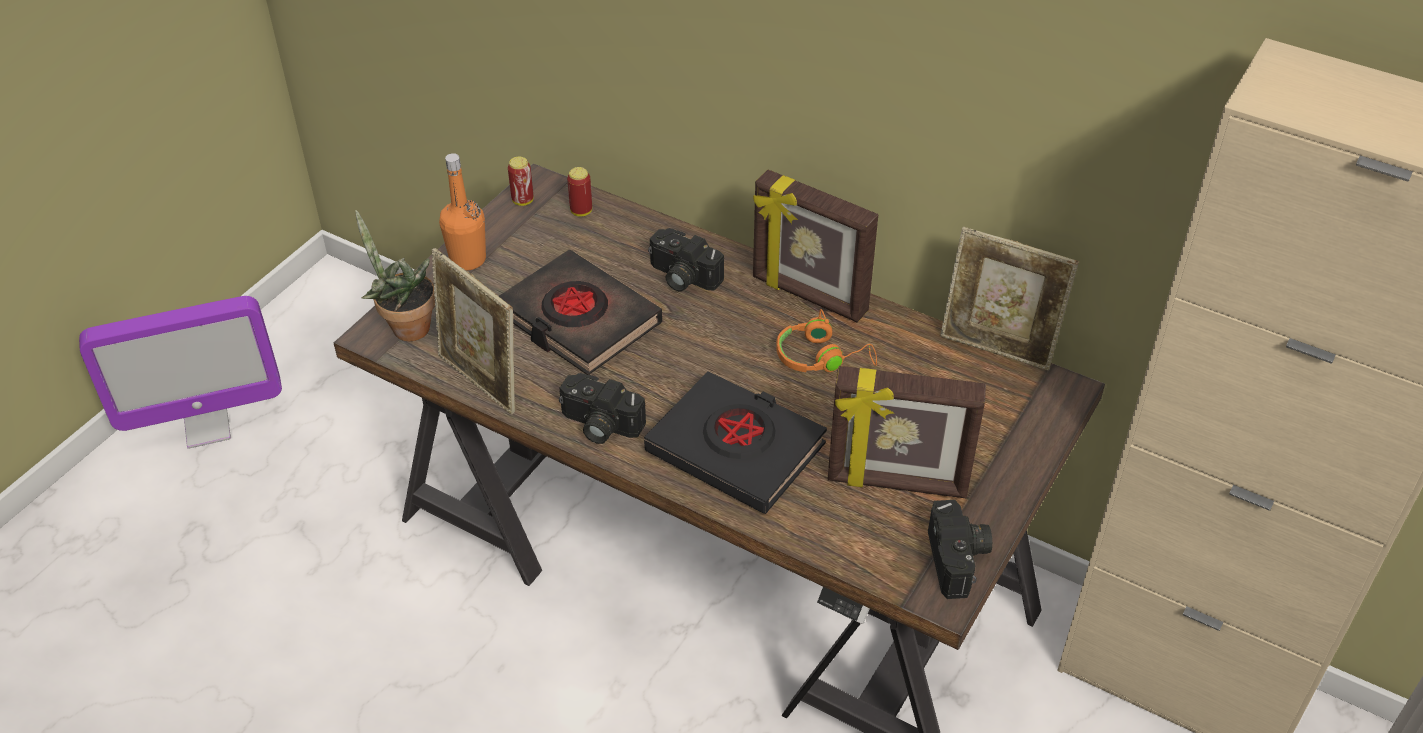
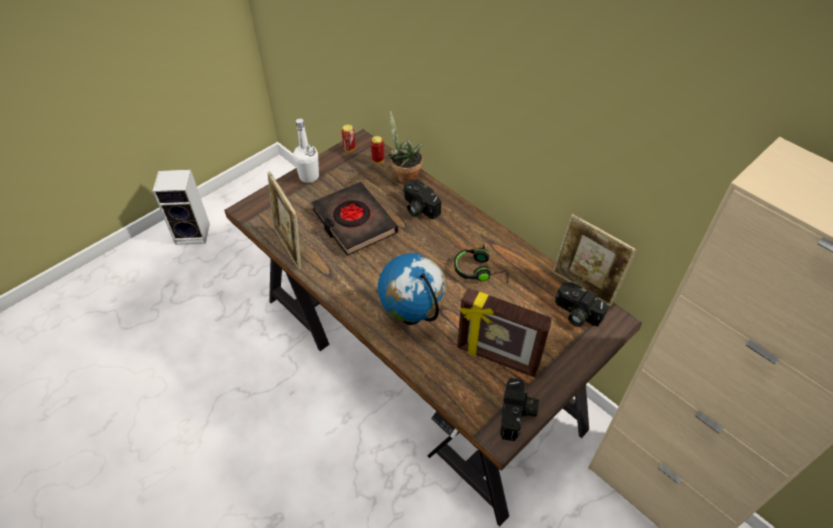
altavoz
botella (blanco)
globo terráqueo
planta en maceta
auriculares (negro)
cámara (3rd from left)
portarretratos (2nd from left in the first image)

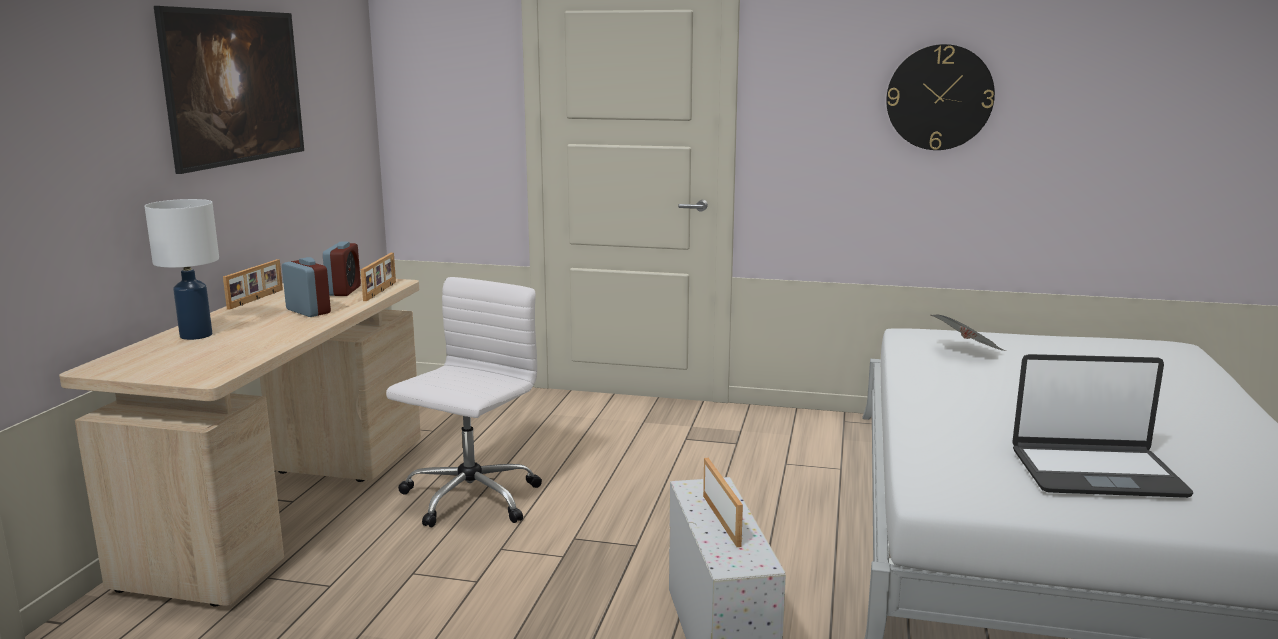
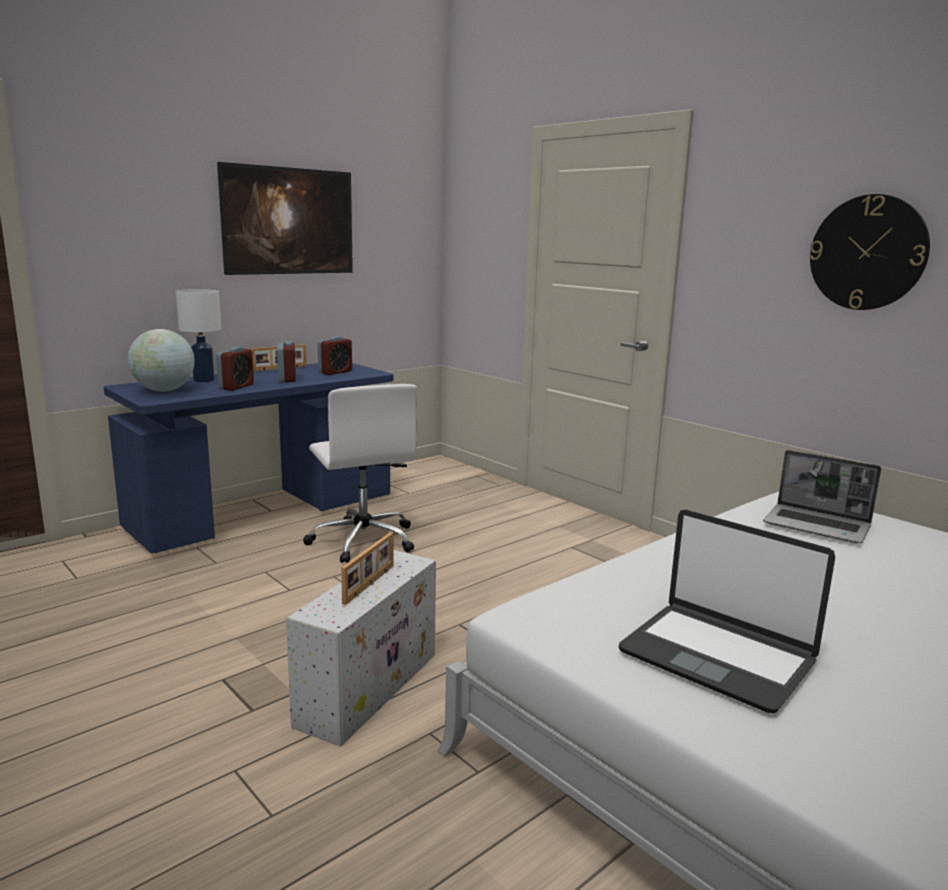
escritorio (azul)
globo terráqueo
despertador (1st from left)
silla de oficina (blanco)
portátil (2nd from left)
portarretratos (2nd from left in the first image)

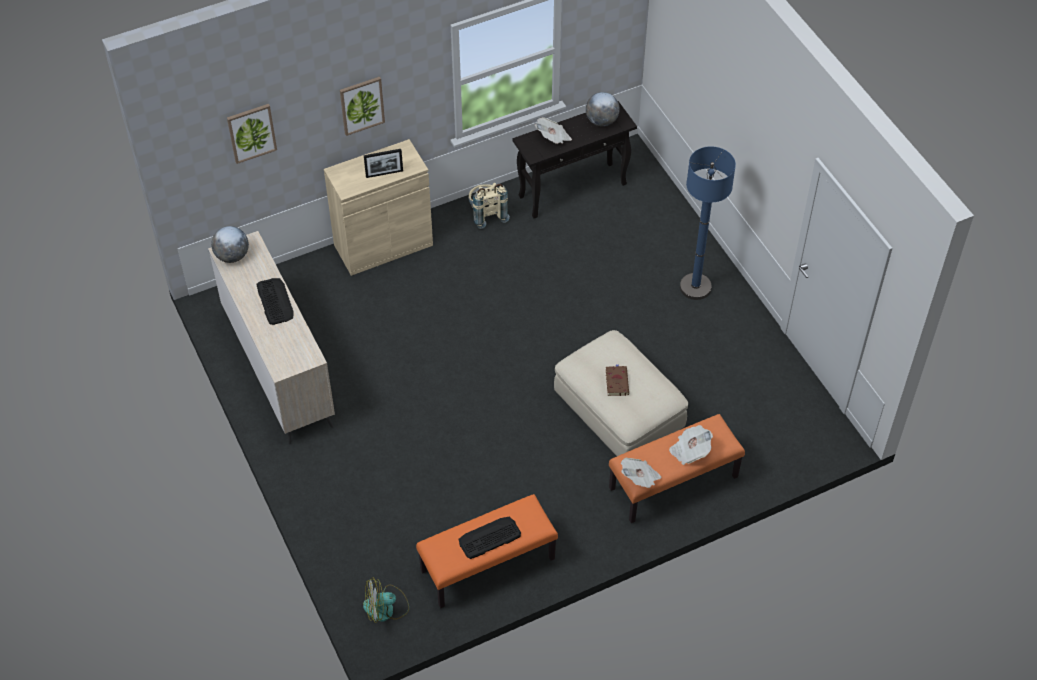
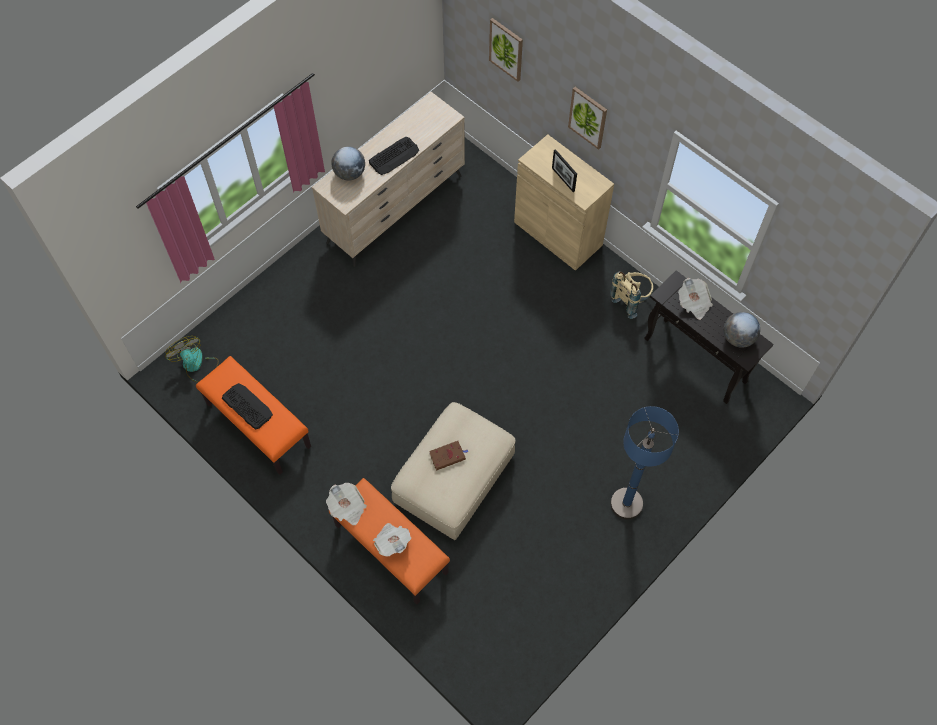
globo terráqueo (1st from left)

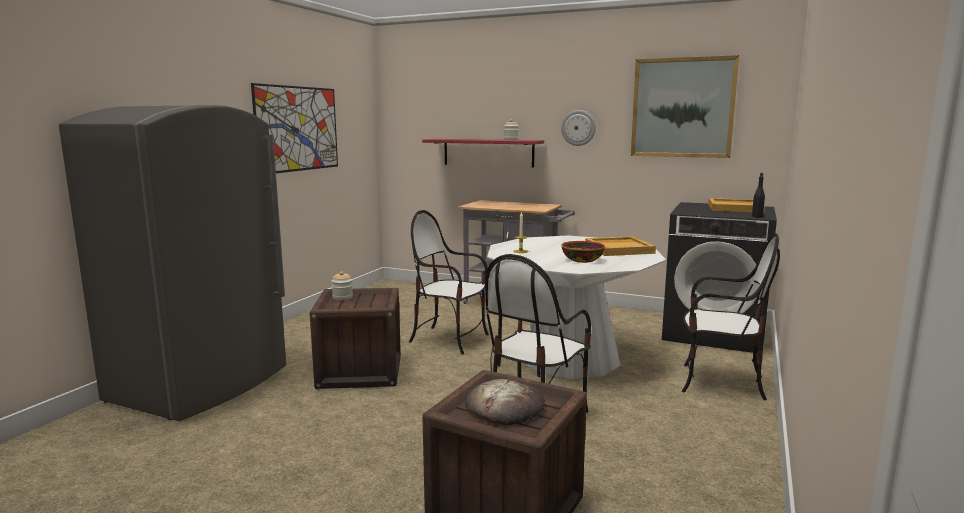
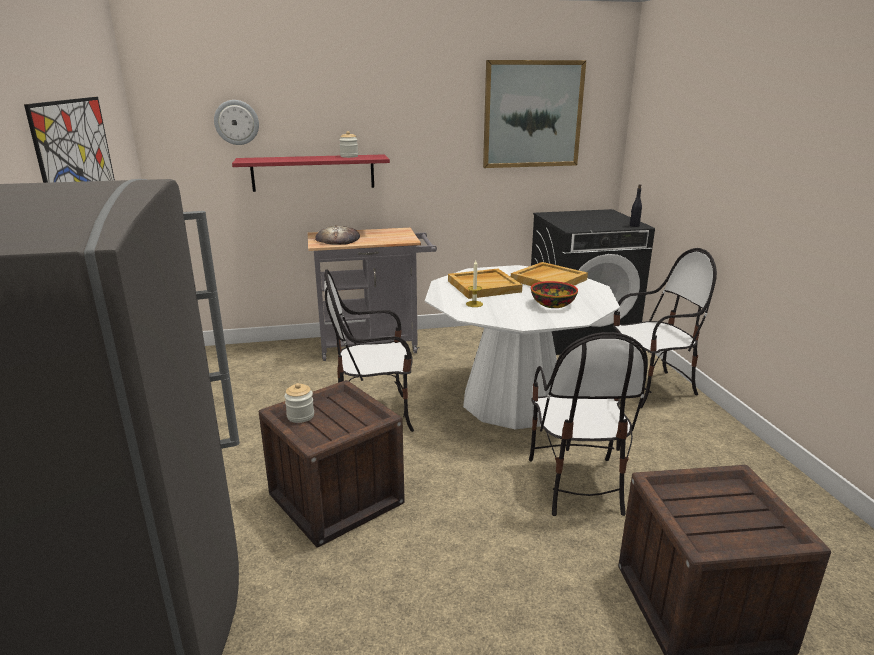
reloj de pared
pan
bandeja (beis) (1st from left)

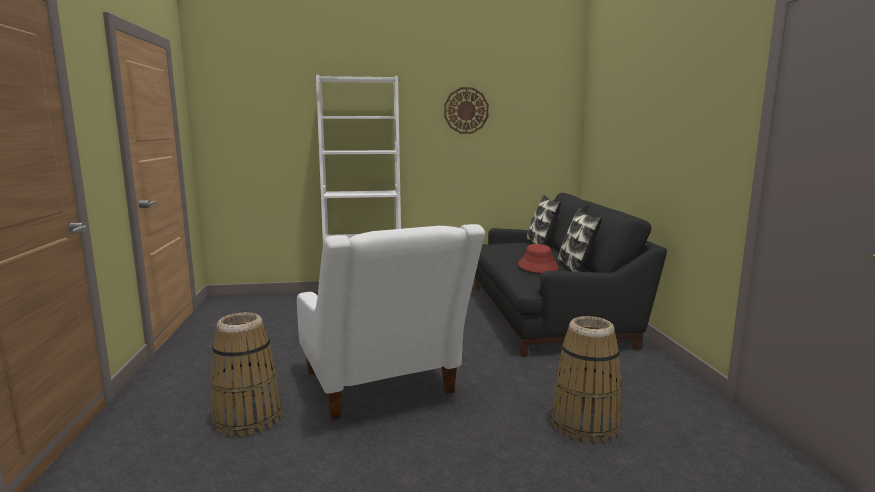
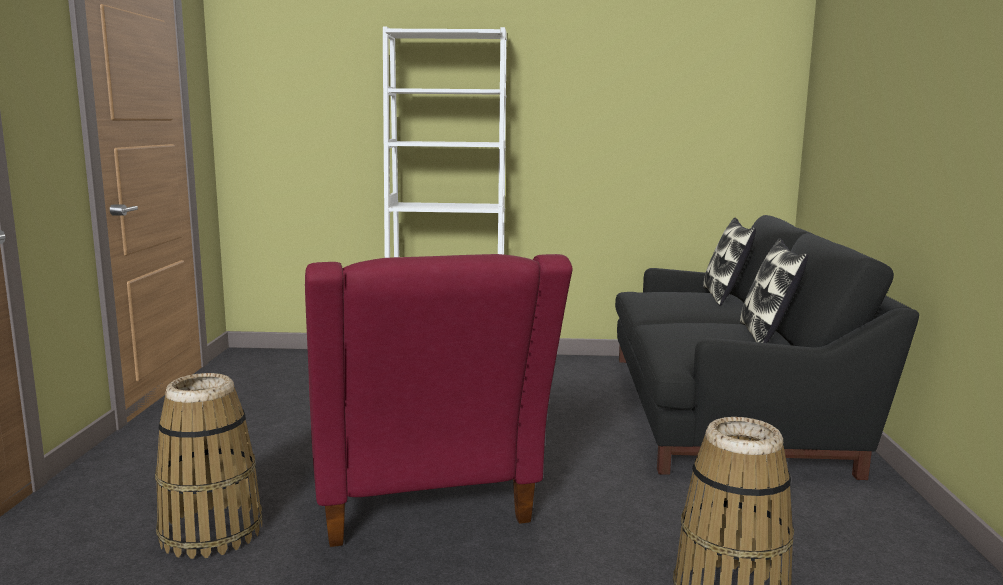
sillón (rojo)
reloj de pared
sombrero (rojo)

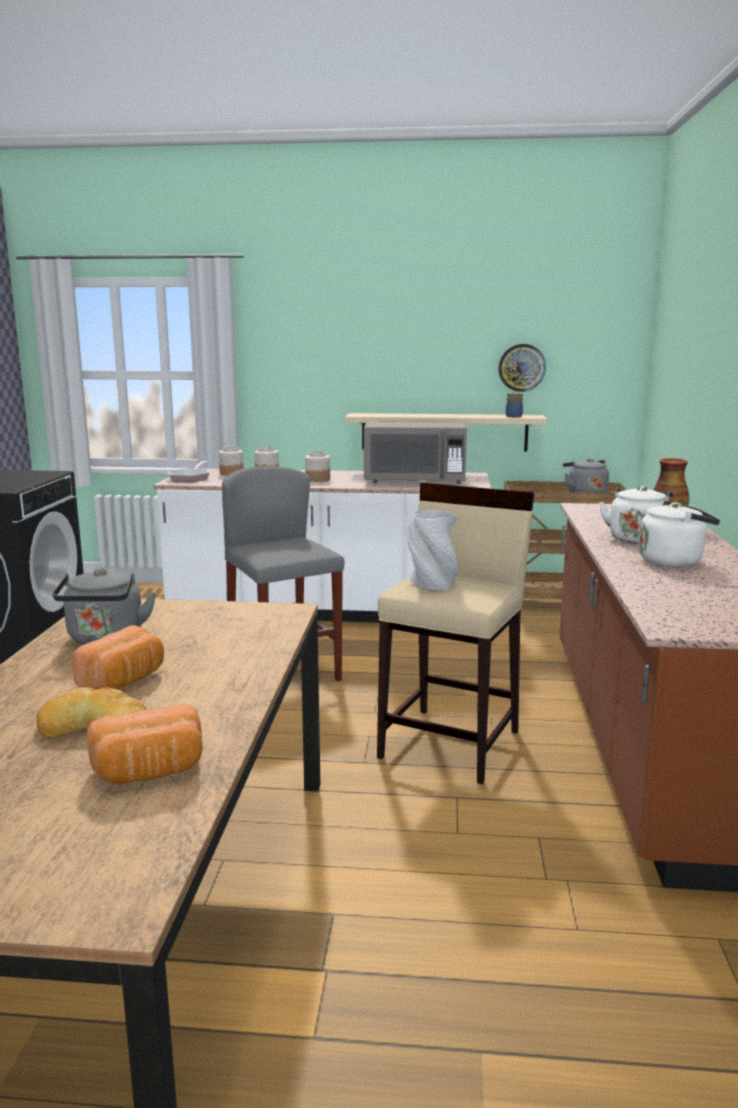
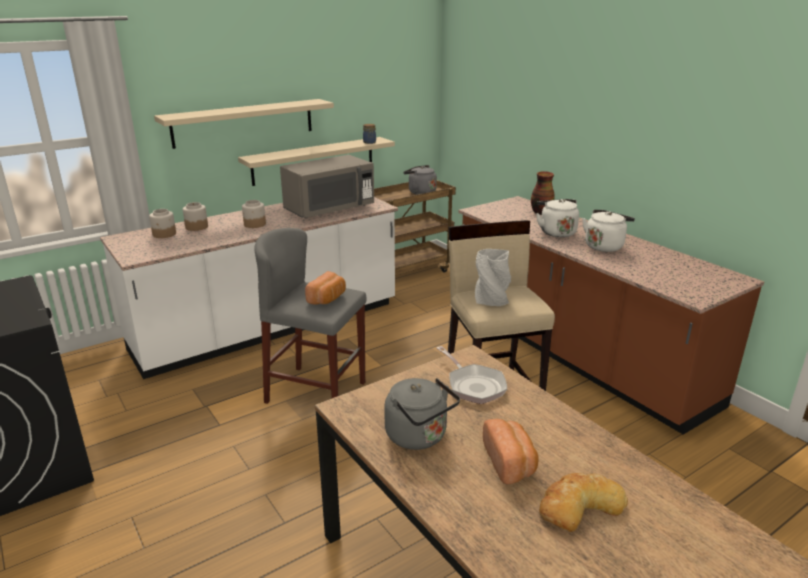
estante (beis) (1st from left)
pan (1st from left)
sartén
reloj de pared

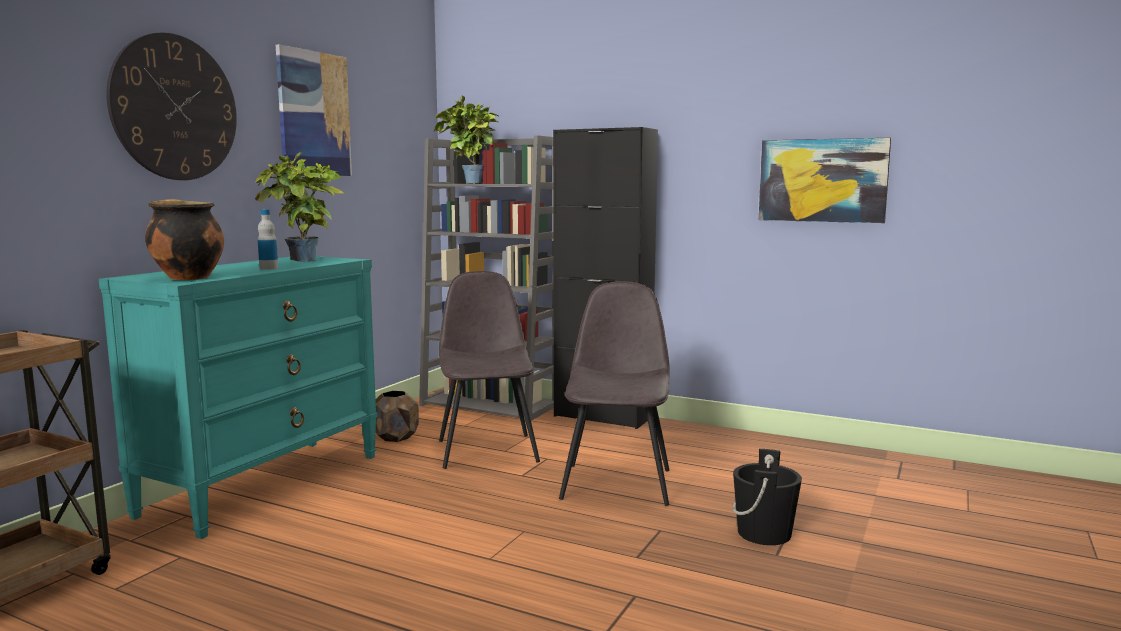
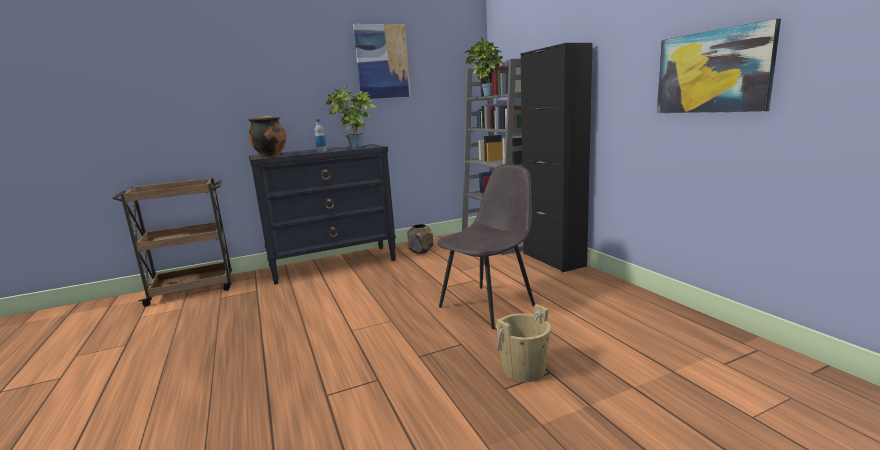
cómoda (negro)
cubo (beis)
reloj de pared
silla (gris) (1st from left in the first image)

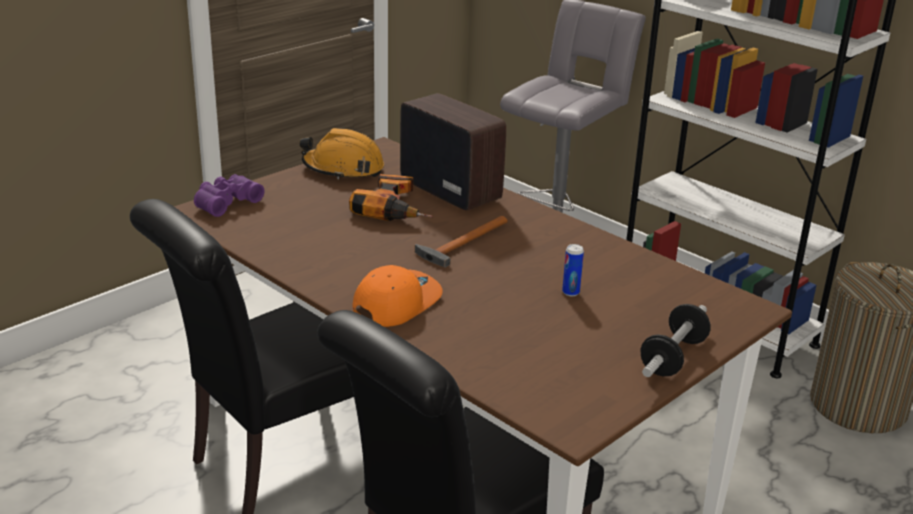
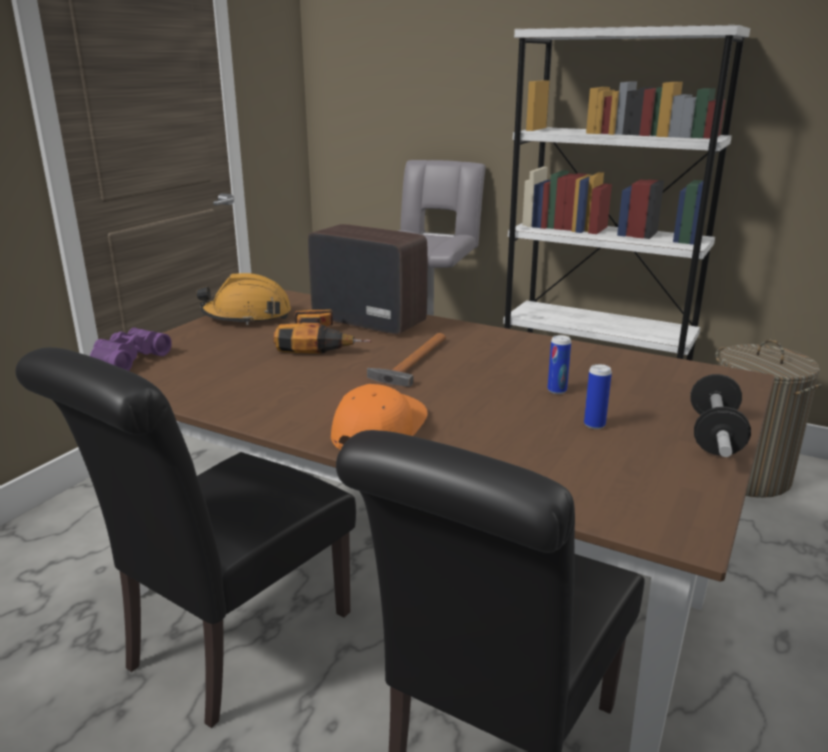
lata (2nd from left)

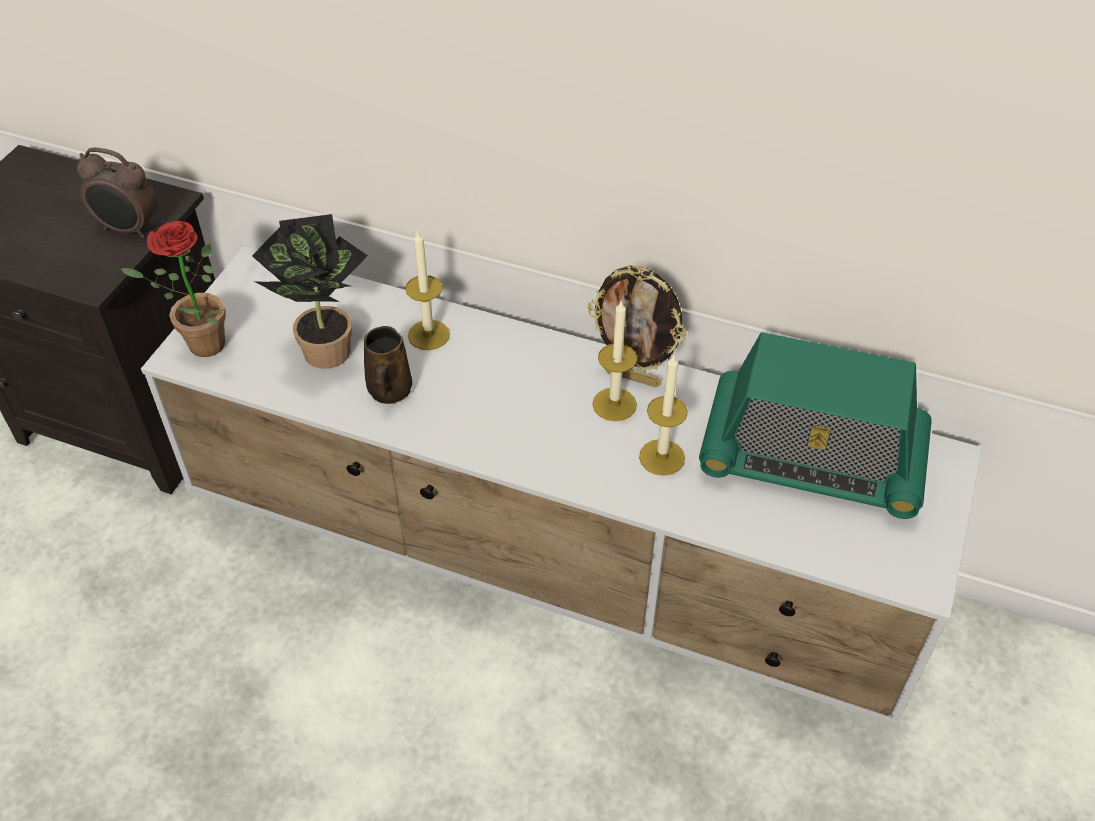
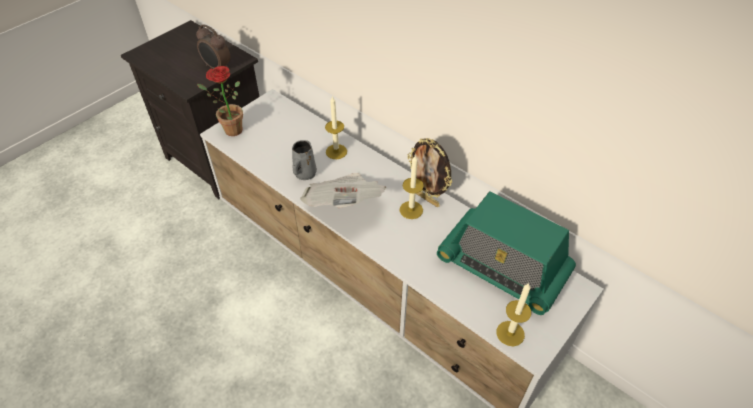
taza grande (gris)
periódico
vela (3rd from left)
planta en maceta (2nd from left in the first image)

